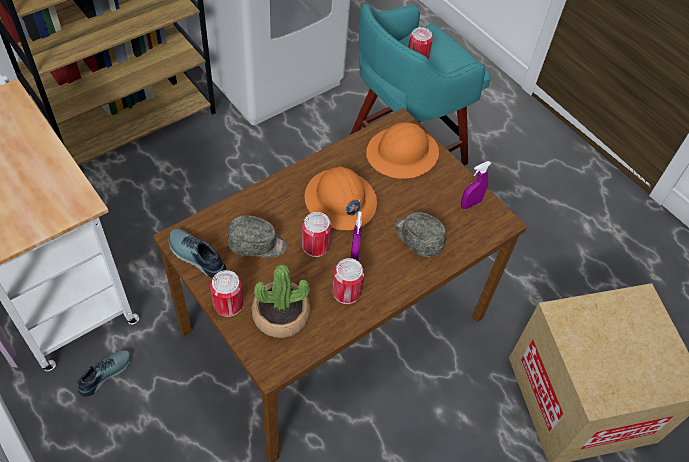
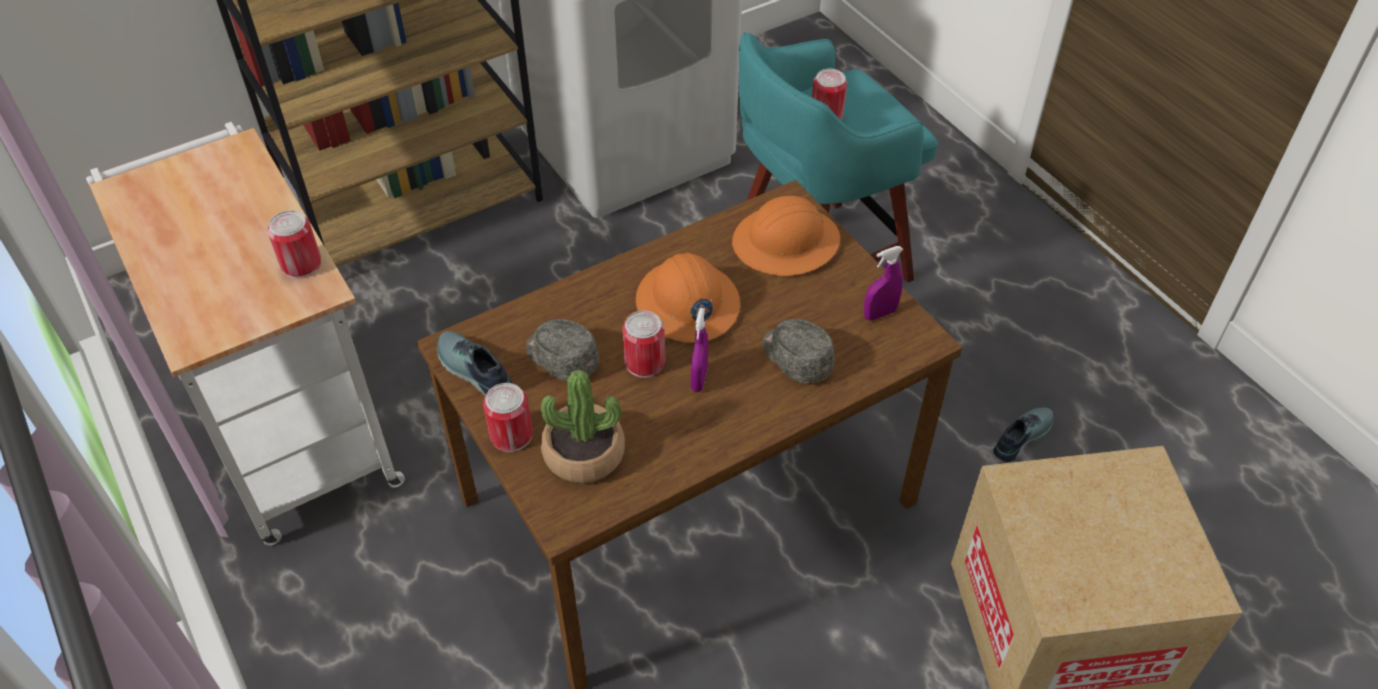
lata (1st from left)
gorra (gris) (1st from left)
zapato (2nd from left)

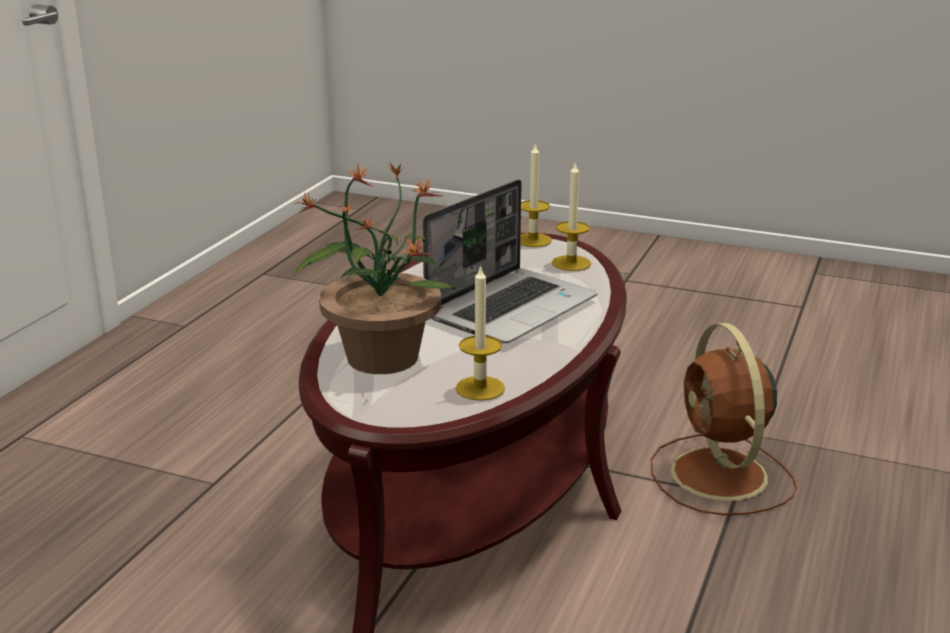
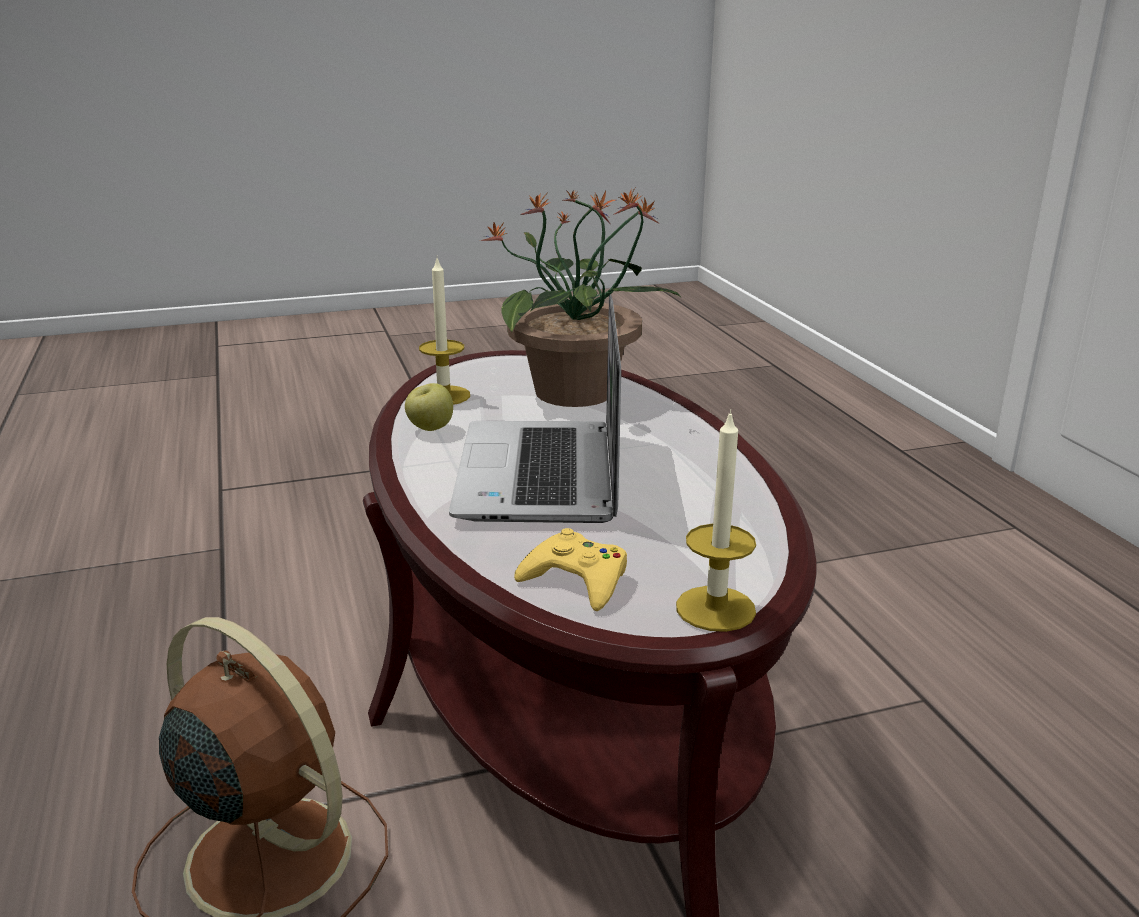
manzana
mando de consola (amarillo)

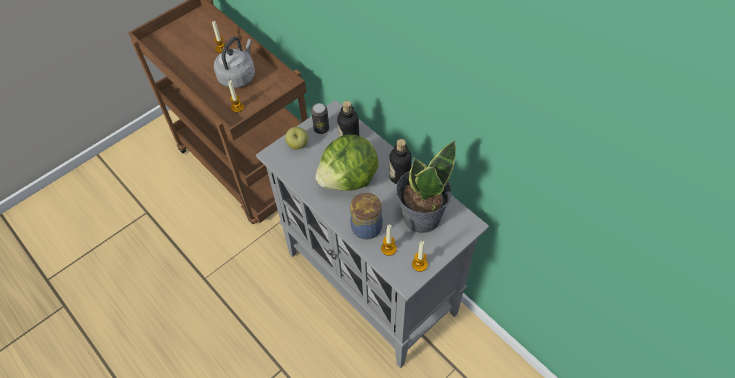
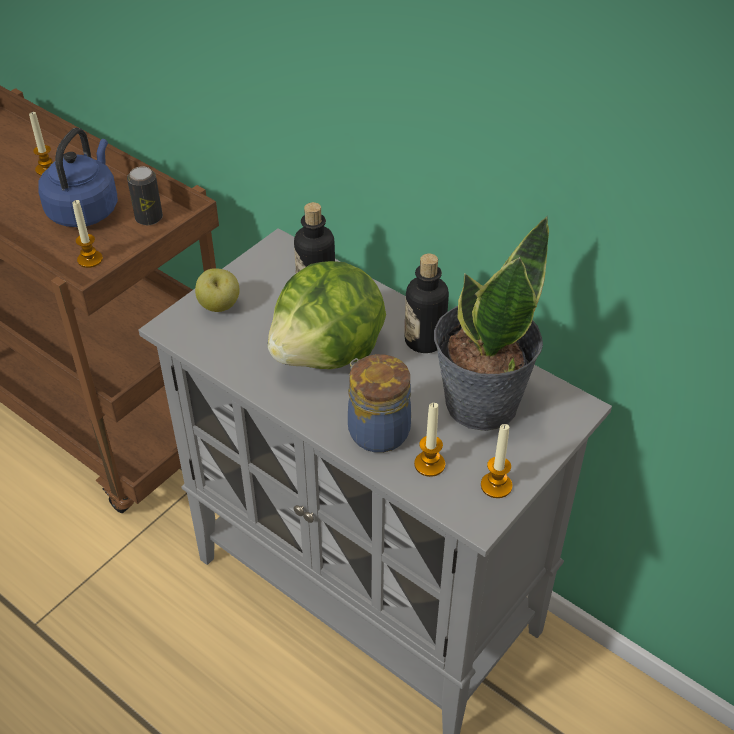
hervidor (azul)
lata

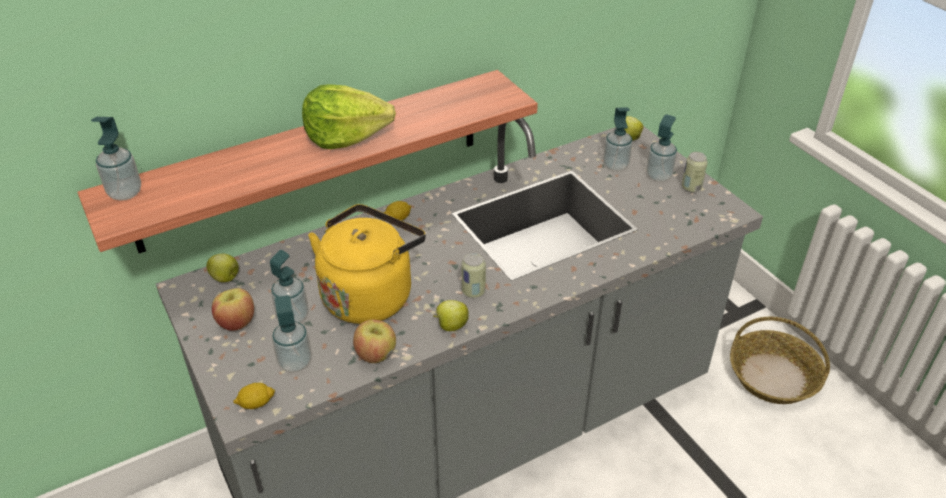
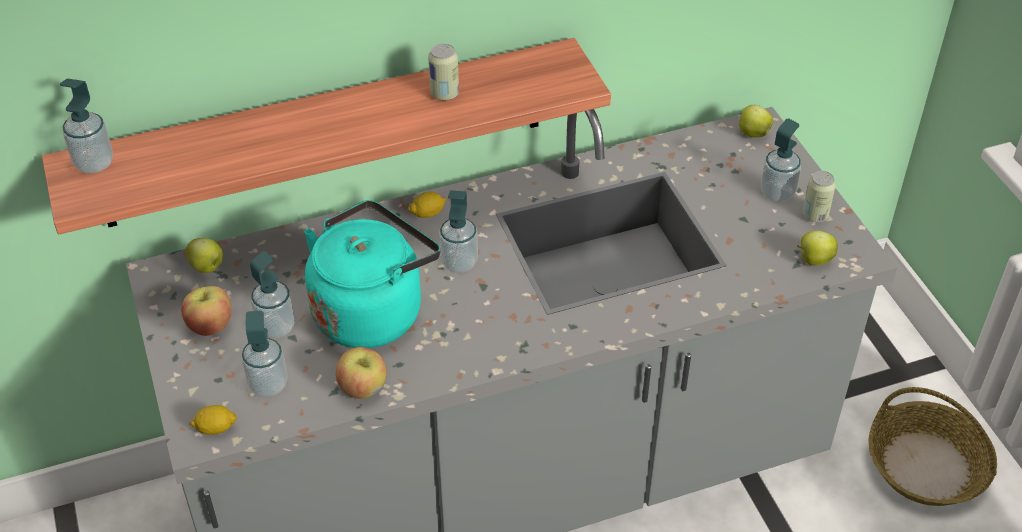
hervidor (turquesa)
lata (1st from left)
dispensador de jabón (4th from left)
manzana (5th from left)
lechuga

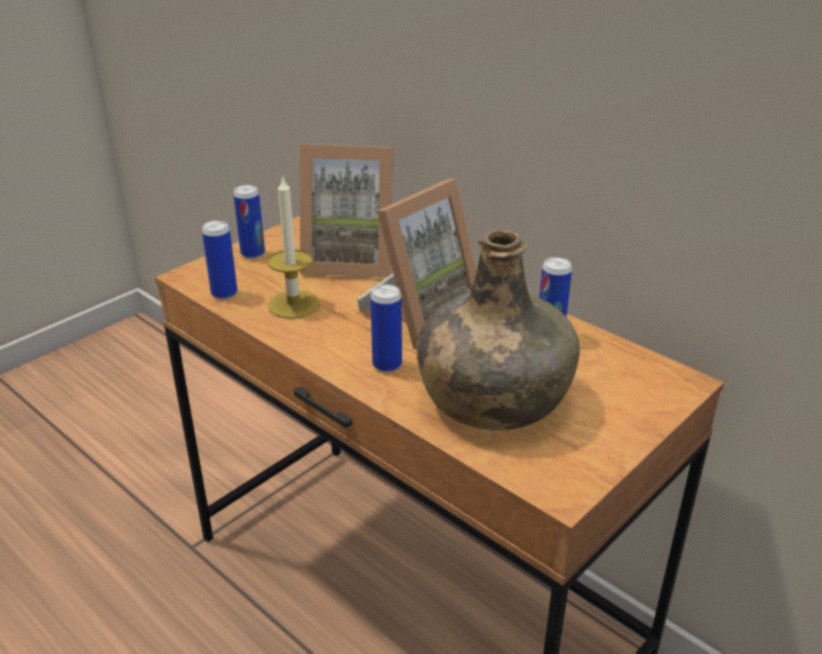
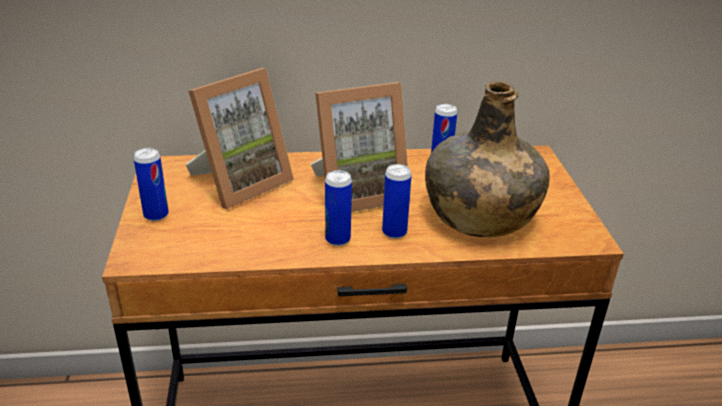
portarretratos (2nd from left)
lata (2nd from left)
vela

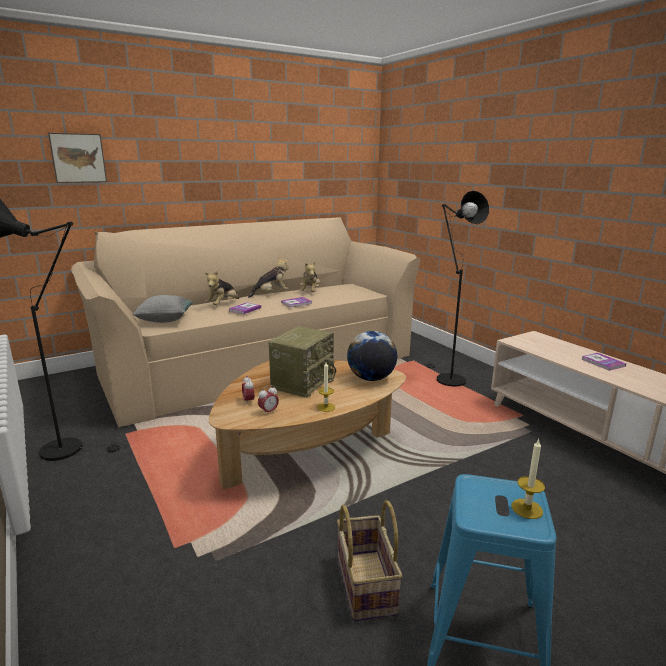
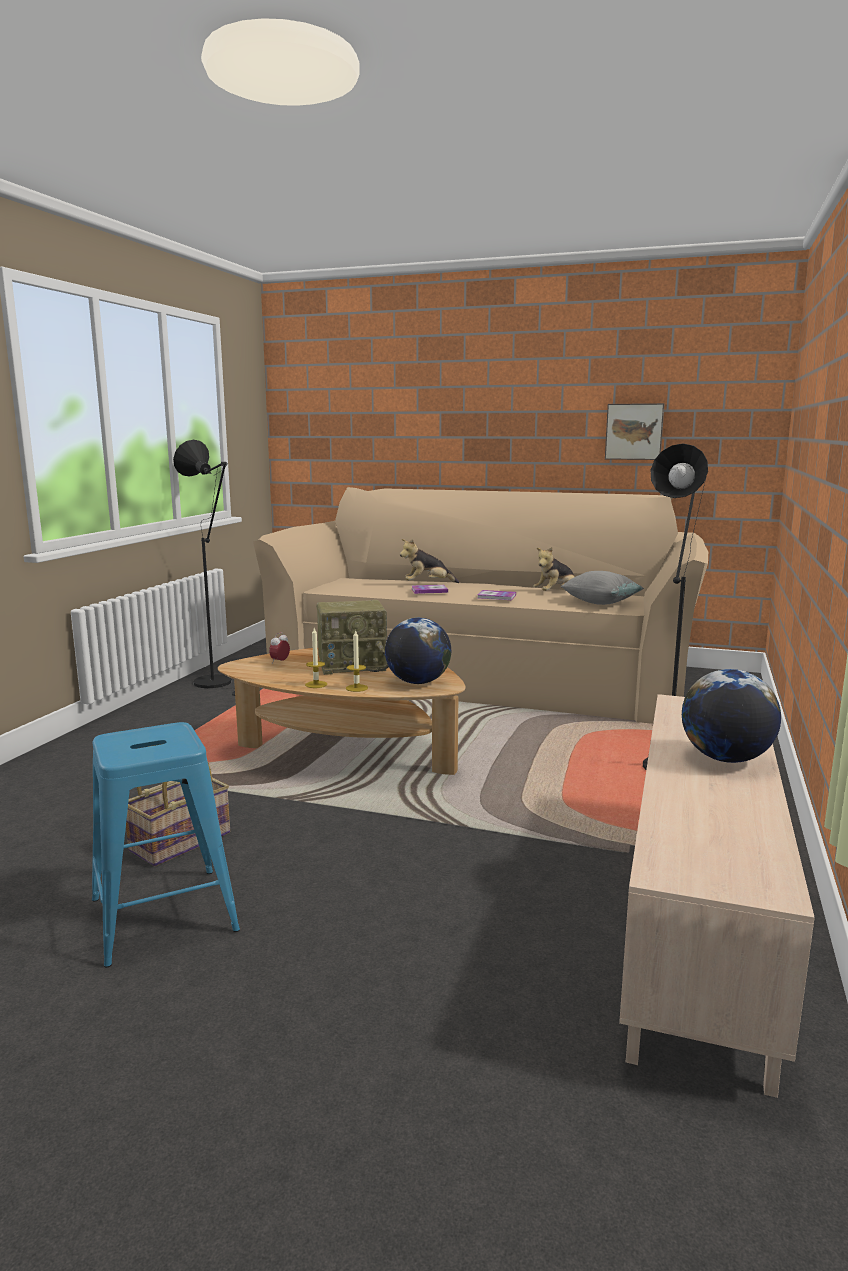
vela (2nd from left)
cojín (gris)
cuadro
globo terráqueo (2nd from left)
peluche (2nd from left in the first image)
despertador (2nd from left in the first image)

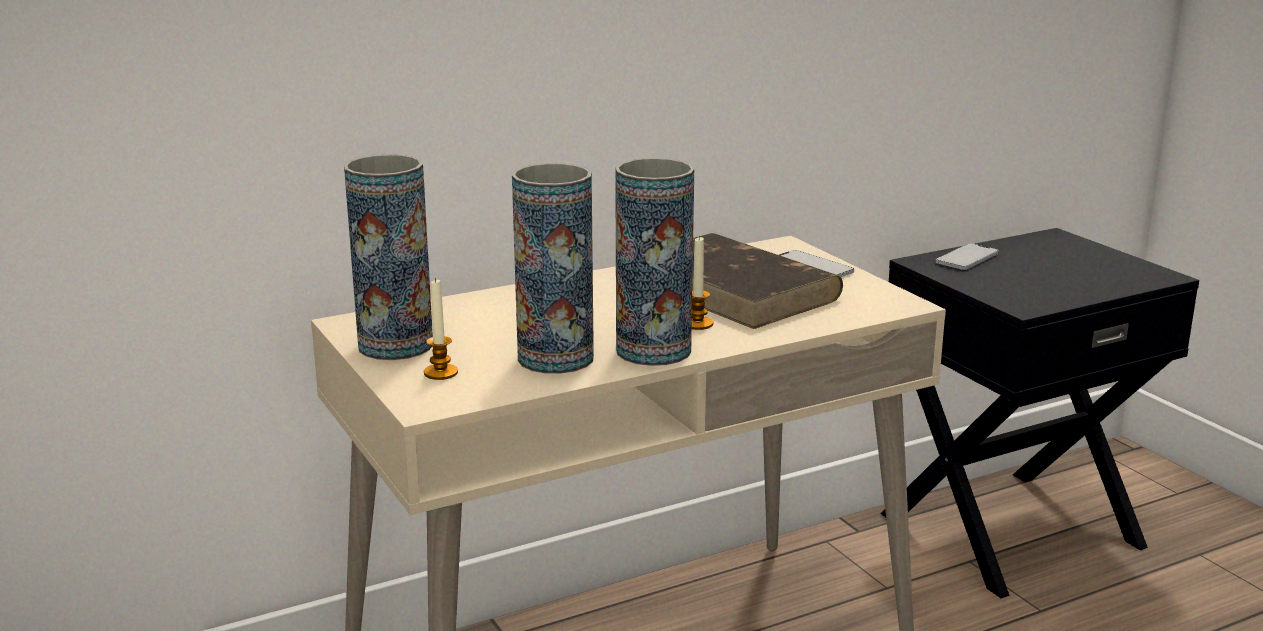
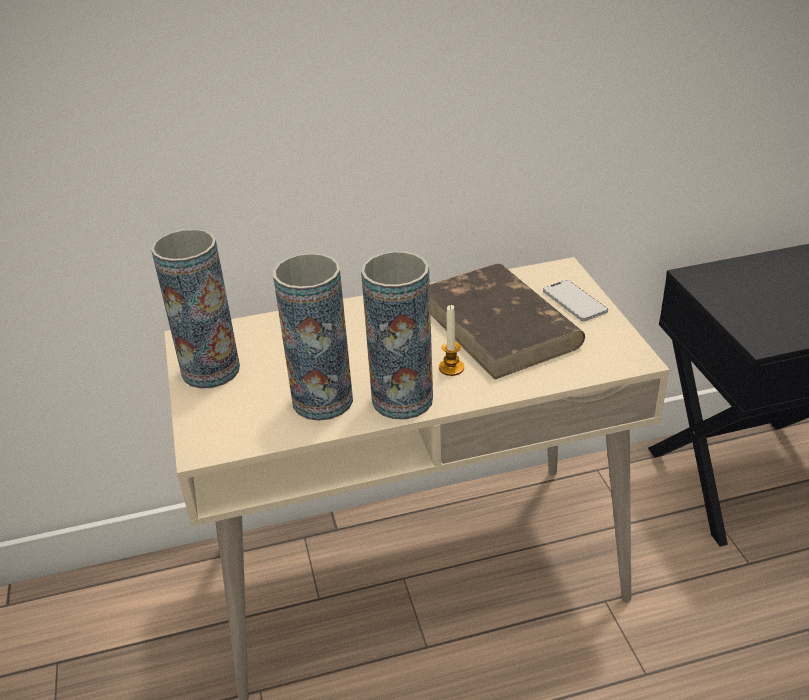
vela (1st from left in the first image)
móvil (2nd from left in the first image)

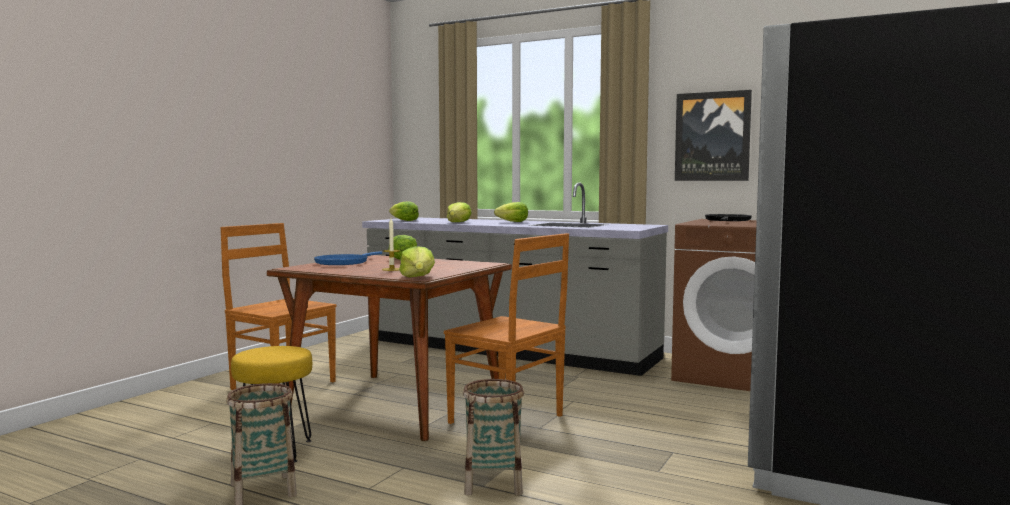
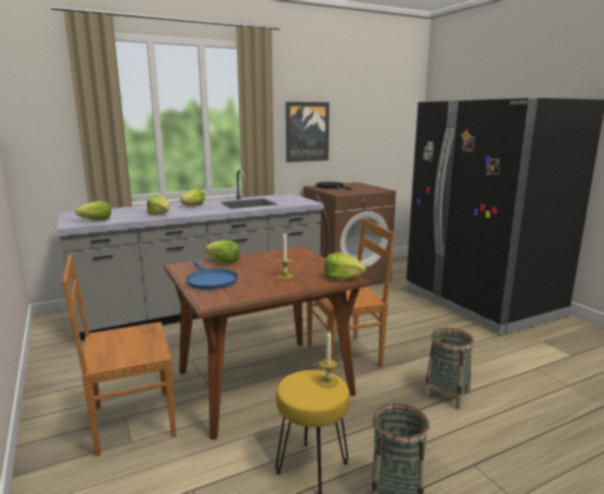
vela (2nd from left)

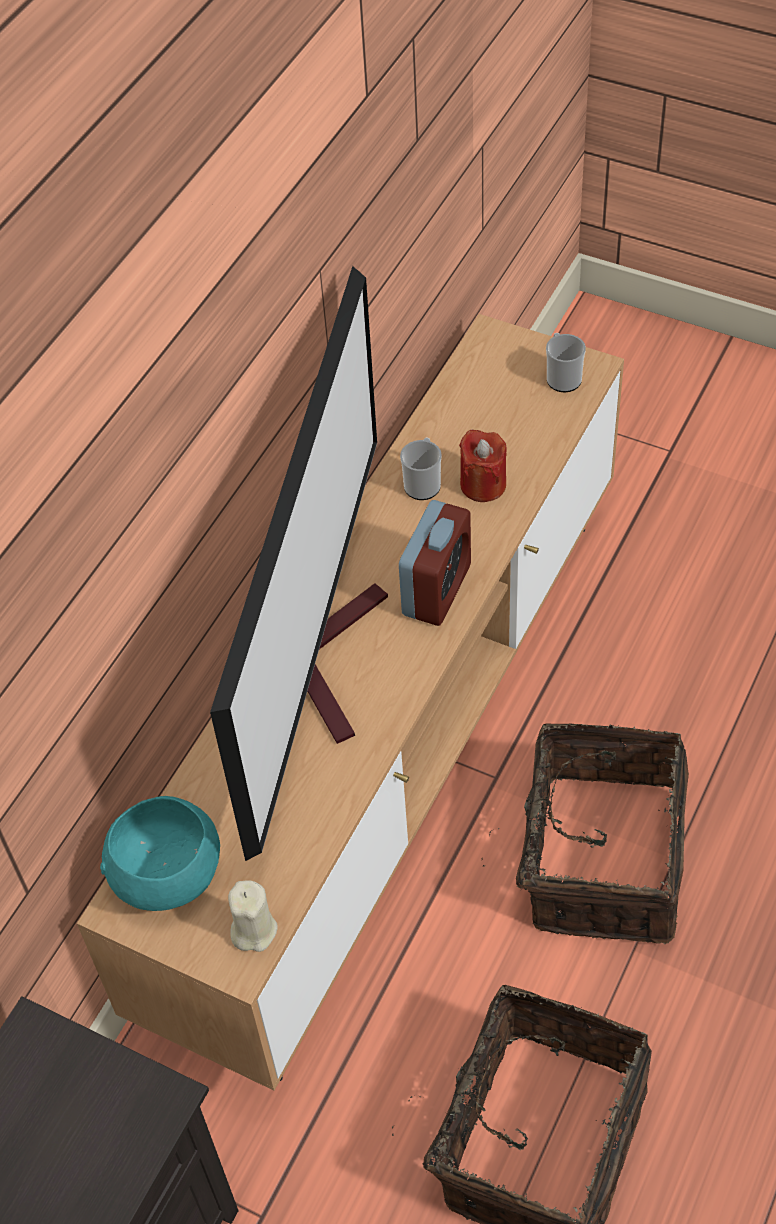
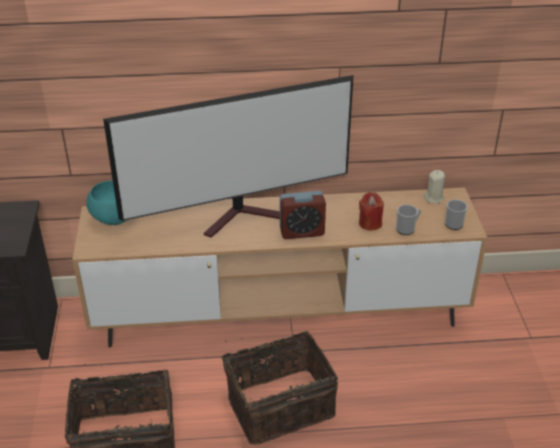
taza grande (1st from left)
vela (beis)

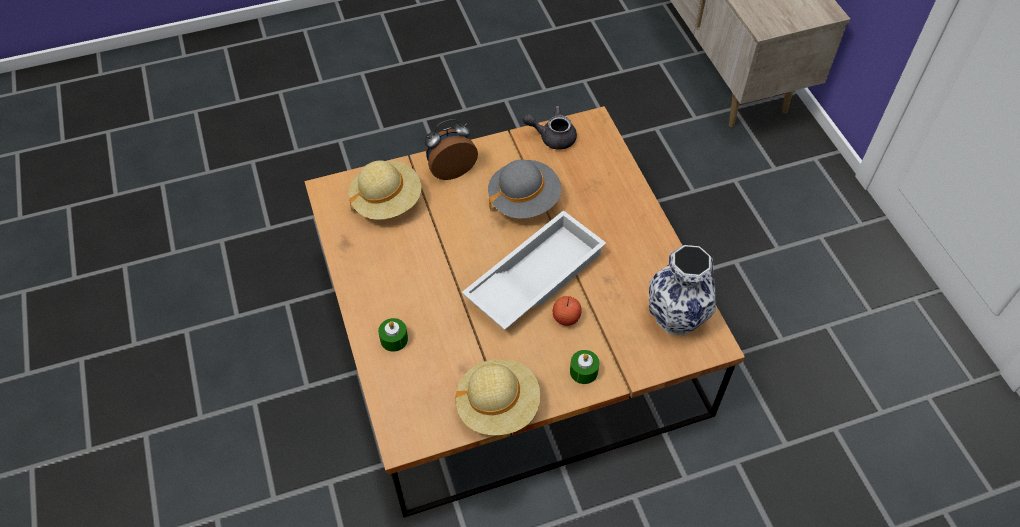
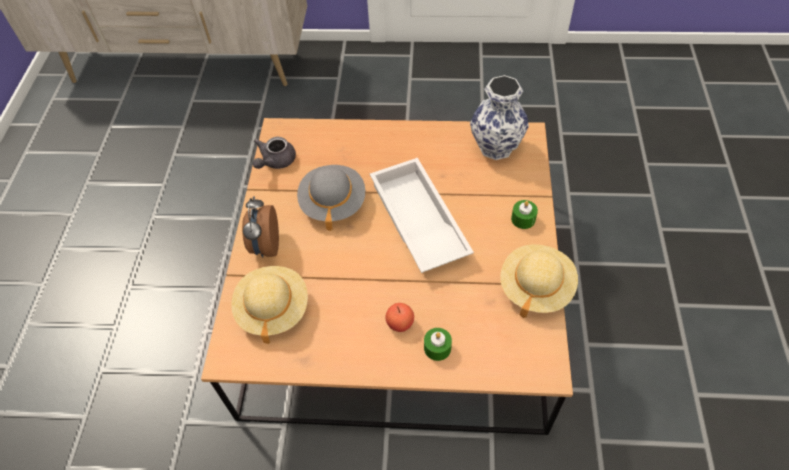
manzana

